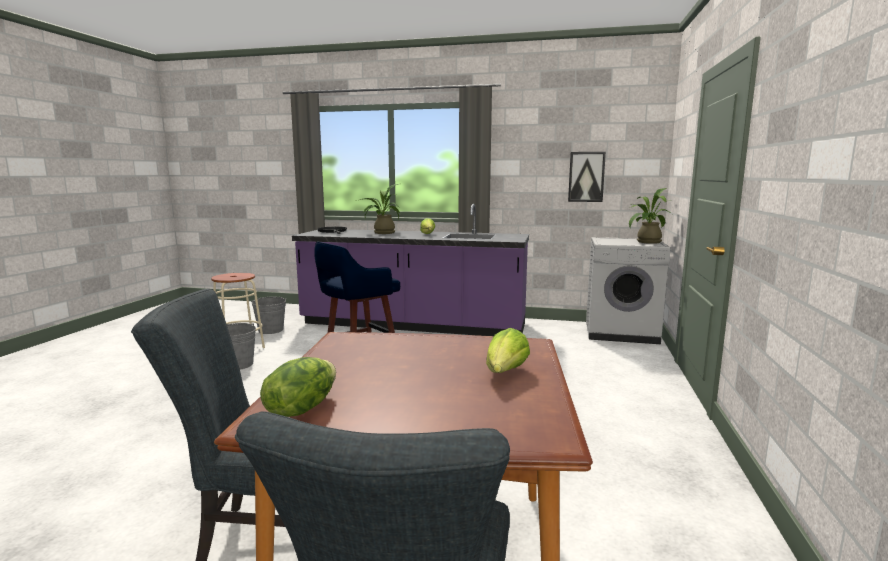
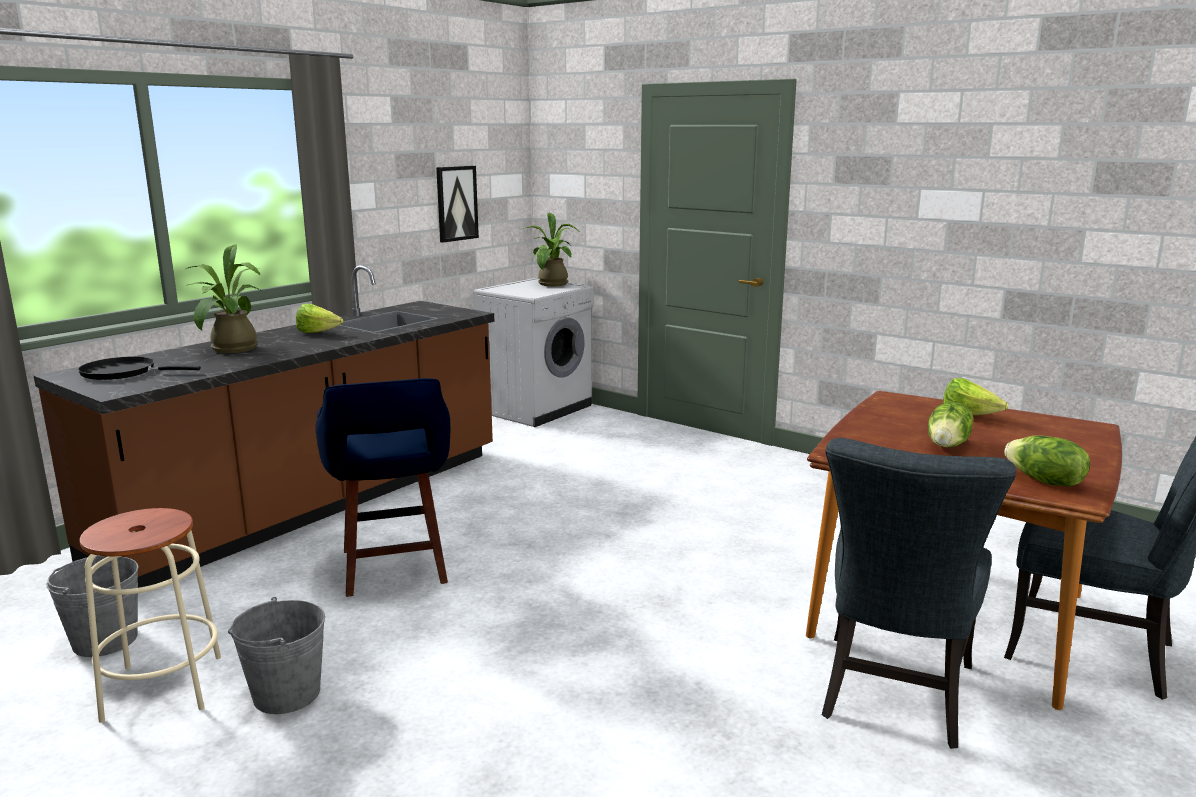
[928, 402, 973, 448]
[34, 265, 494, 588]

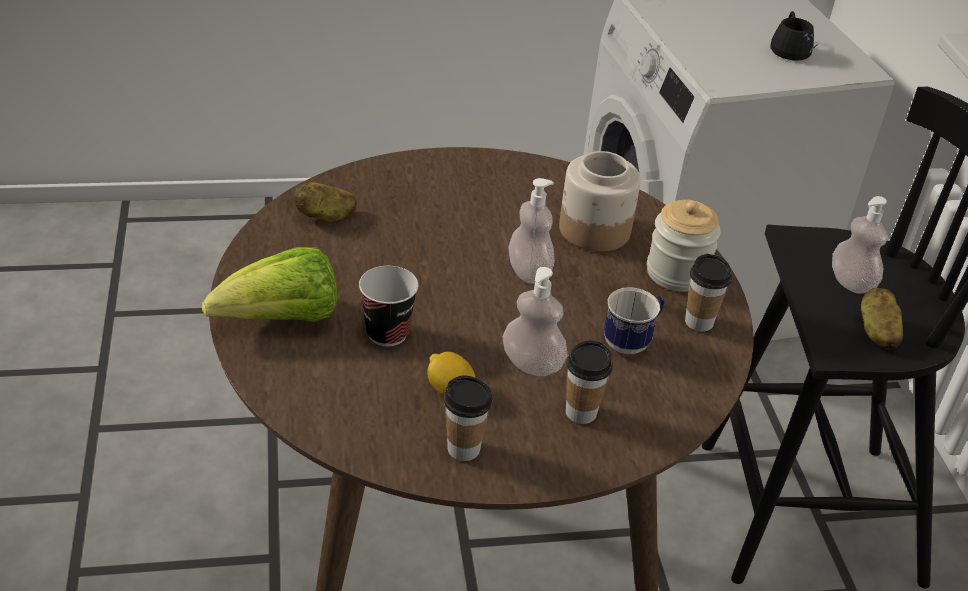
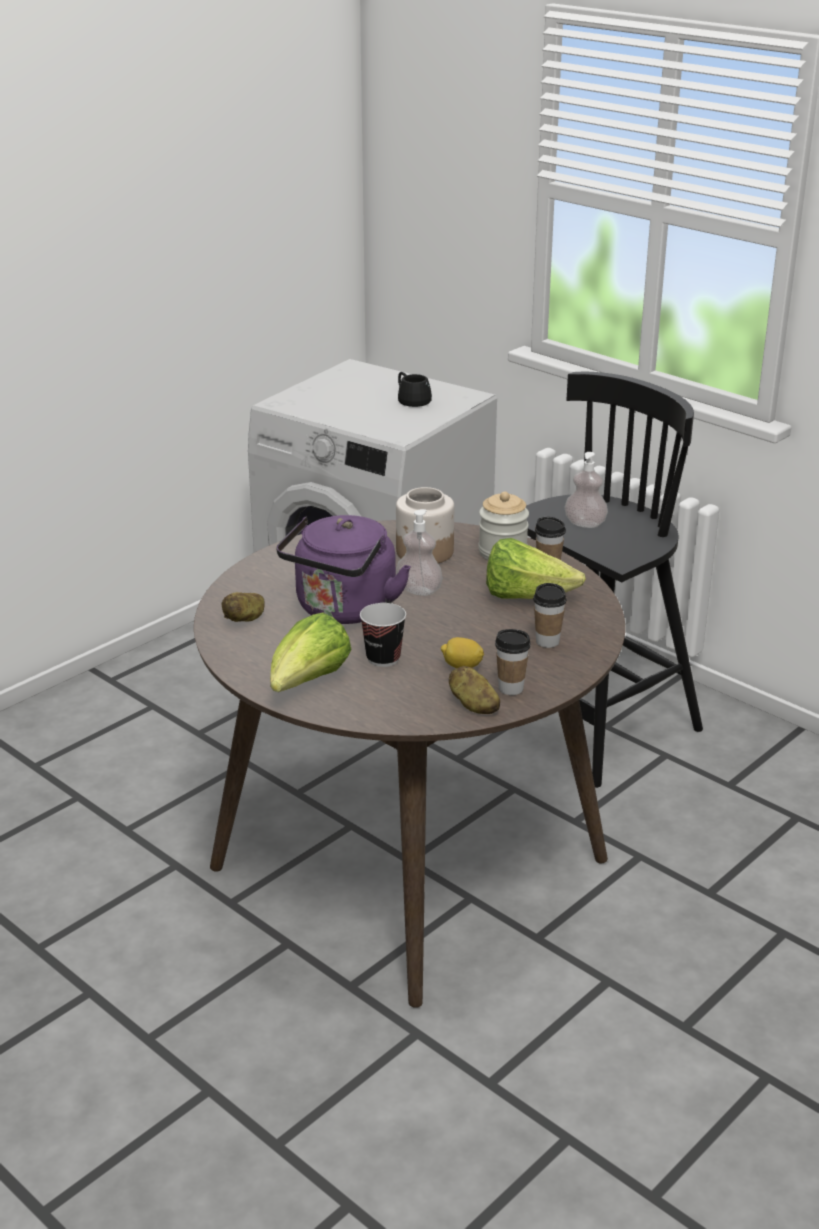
[503, 267, 568, 376] (first image)
[276, 515, 411, 624]
[449, 666, 500, 714]
[486, 538, 586, 599]

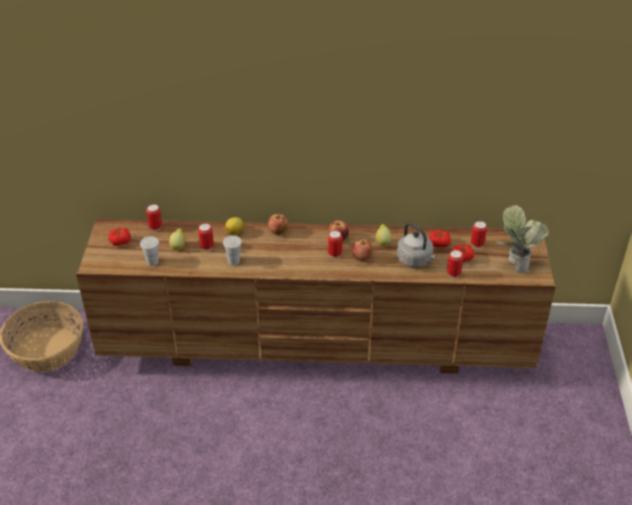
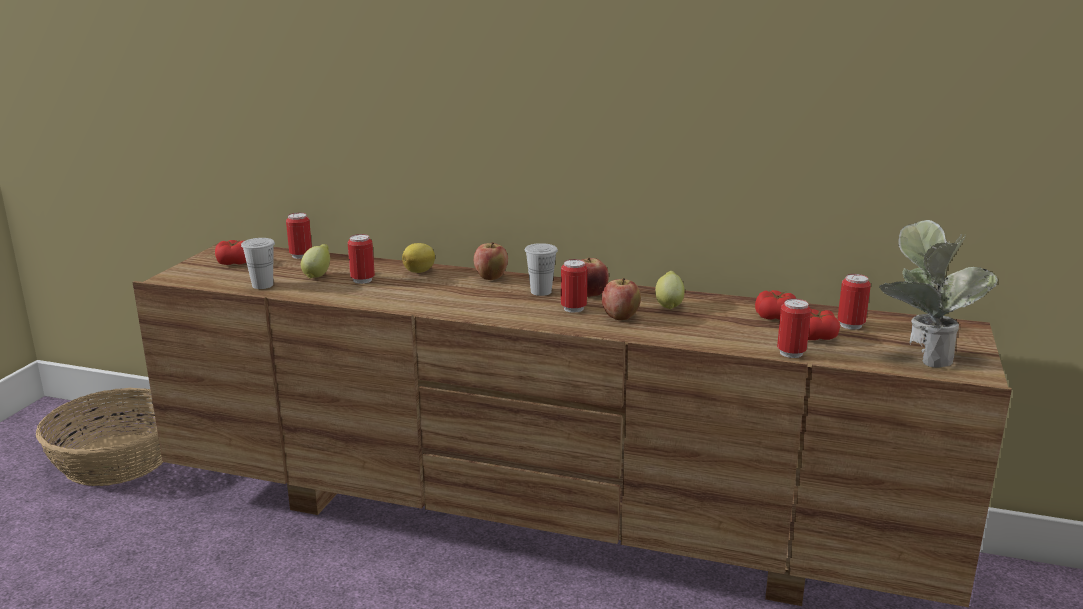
[397, 223, 436, 267] (first image)
[525, 243, 558, 296]

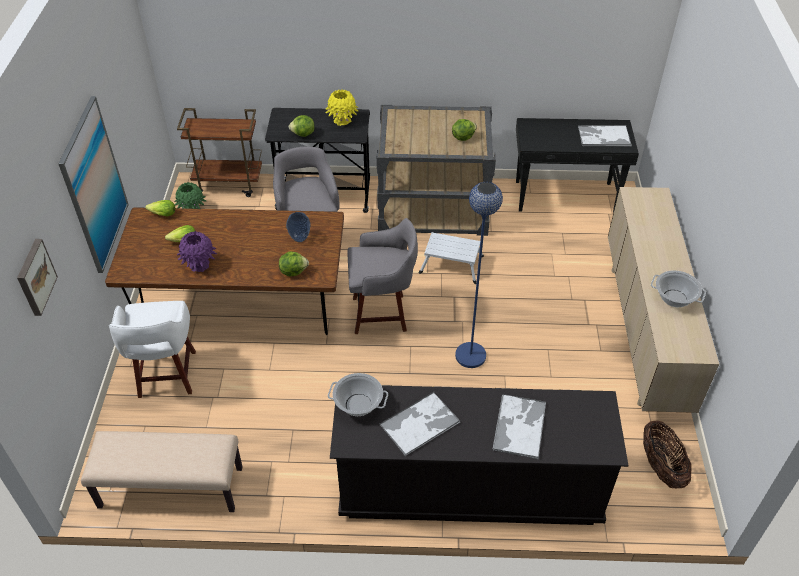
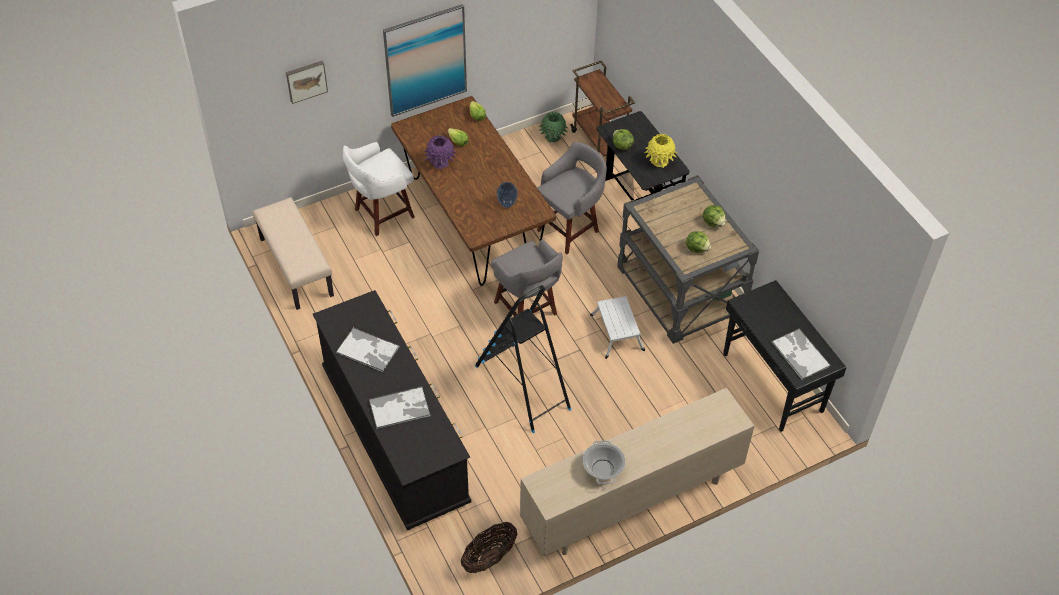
[328, 373, 388, 416] (first image)
[703, 205, 726, 227]
[475, 285, 571, 433]

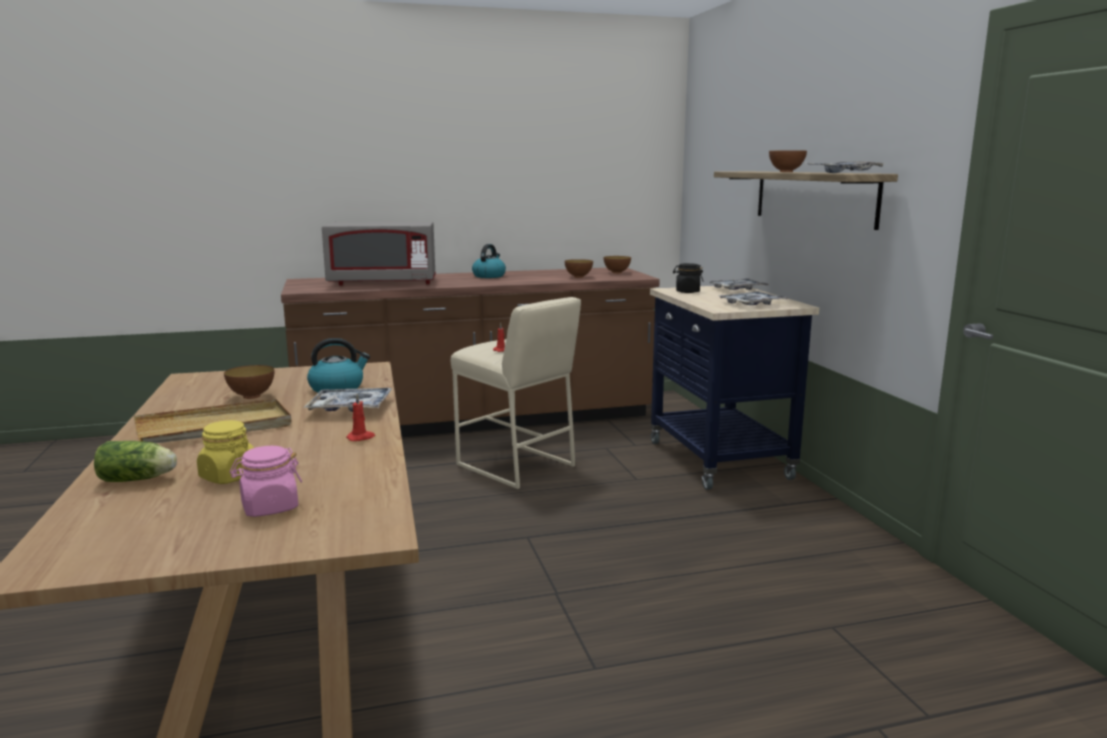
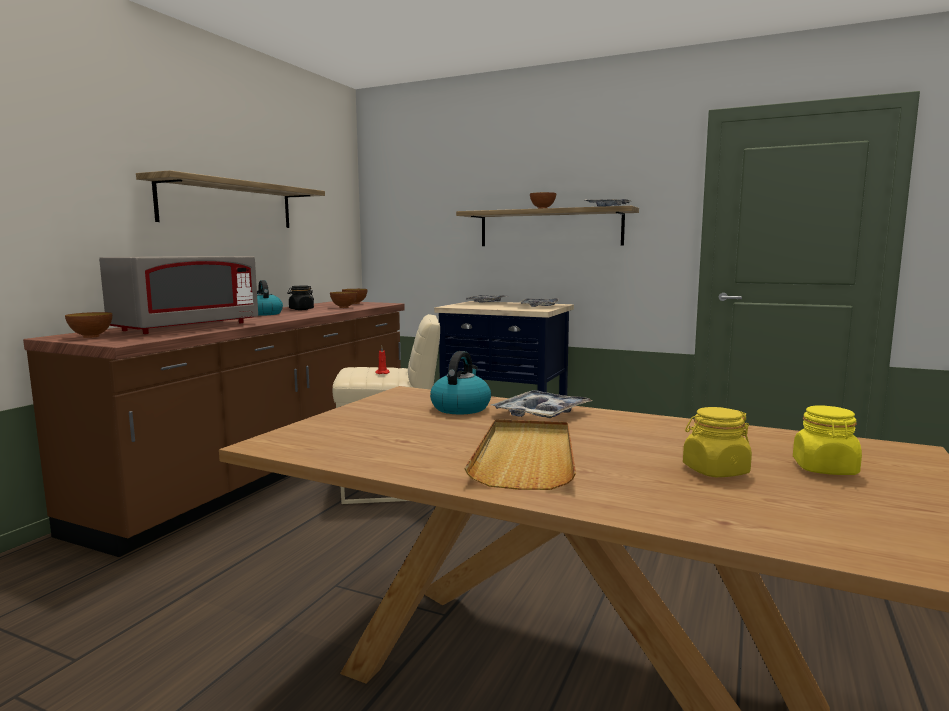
[94, 441, 177, 482] (first image)
[346, 394, 375, 441] (first image)
[136, 170, 325, 228]
[65, 312, 112, 338]
[287, 286, 314, 310]
[793, 405, 862, 475]

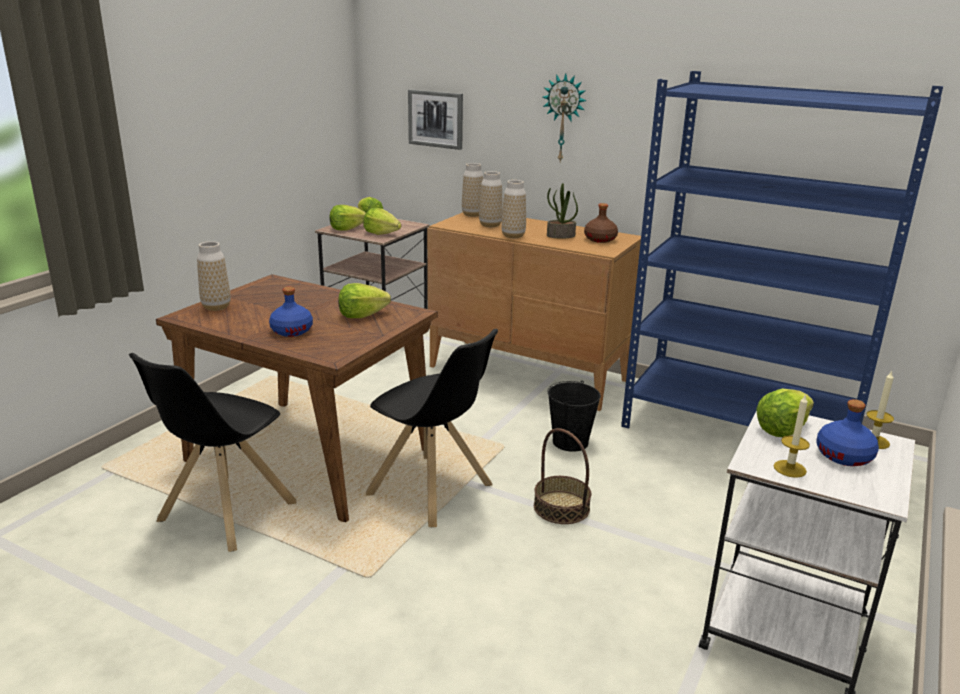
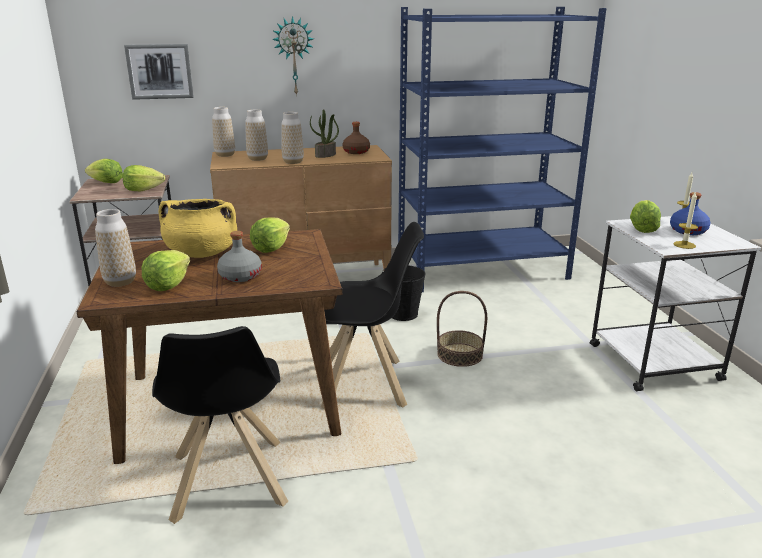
[159, 199, 237, 258]
[142, 250, 190, 291]
[217, 231, 262, 282]

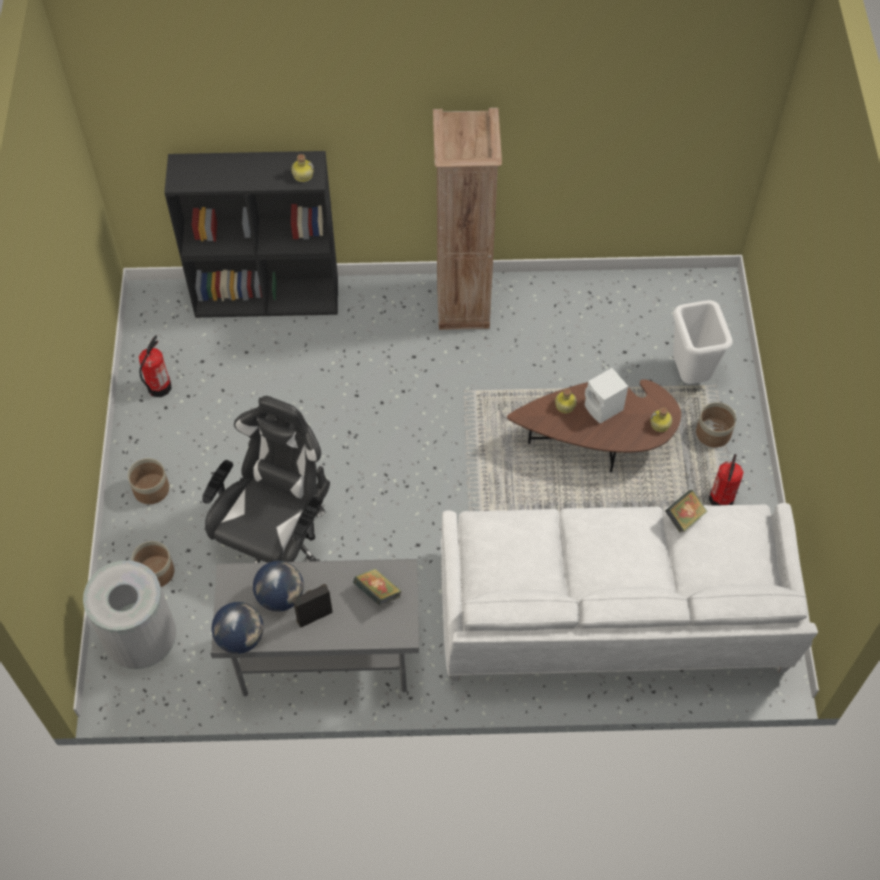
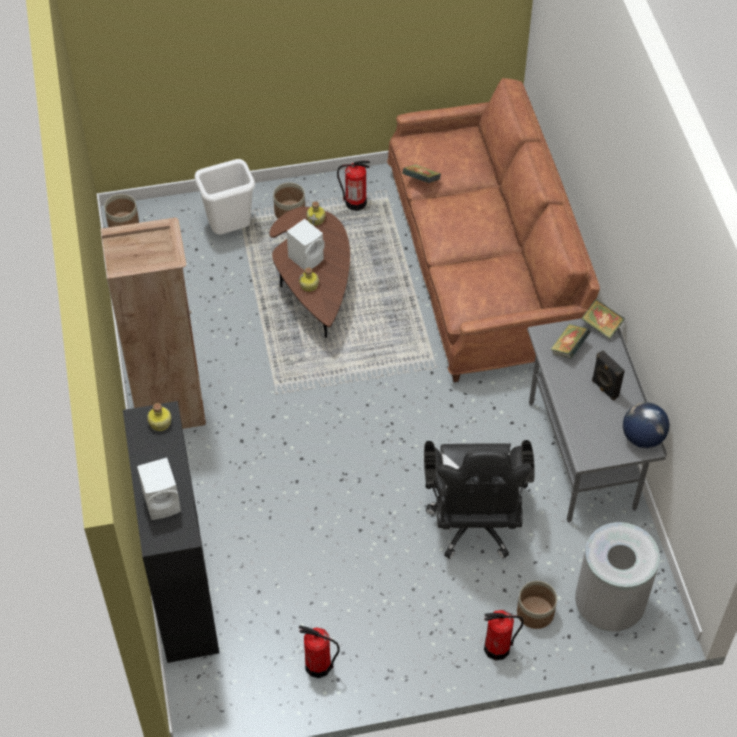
[253, 561, 304, 612] (first image)
[137, 458, 181, 520]
[484, 610, 524, 660]
[581, 299, 625, 339]
[104, 194, 139, 227]
[387, 78, 600, 382]
[424, 440, 535, 559]

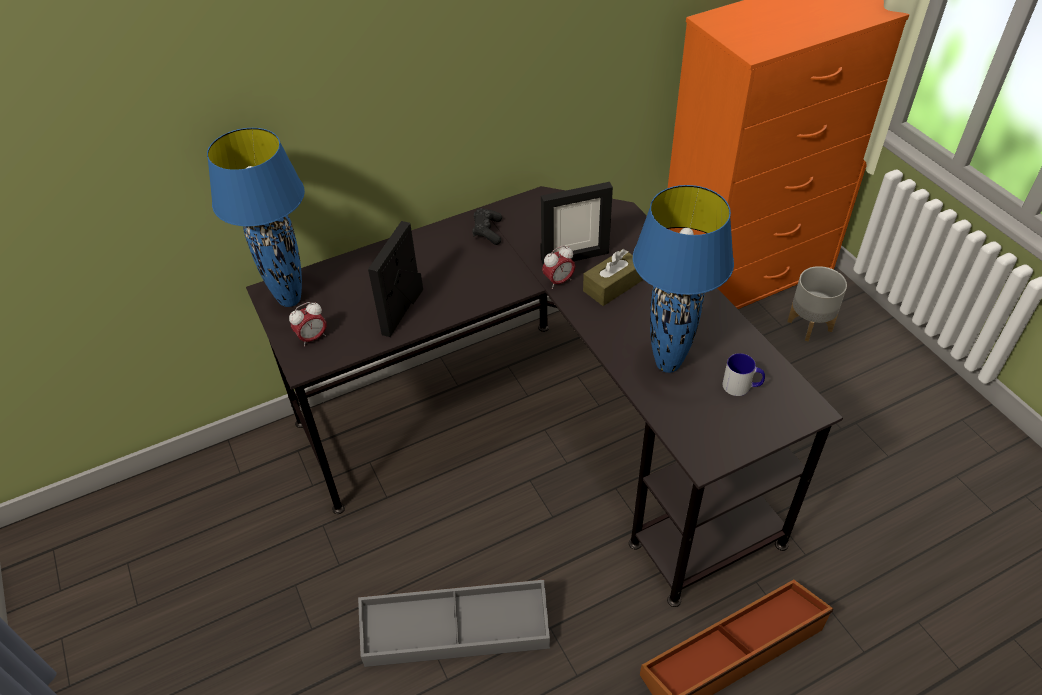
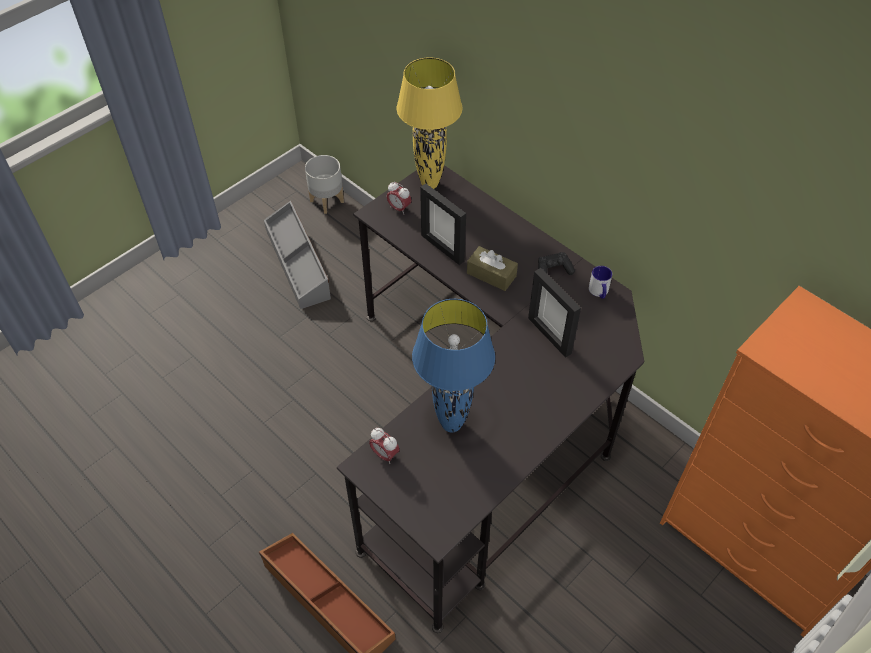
[264, 201, 331, 309]
[369, 428, 400, 464]
[467, 246, 518, 291]
[589, 266, 612, 299]
[305, 155, 344, 214]
[397, 58, 462, 189]
[420, 184, 466, 265]

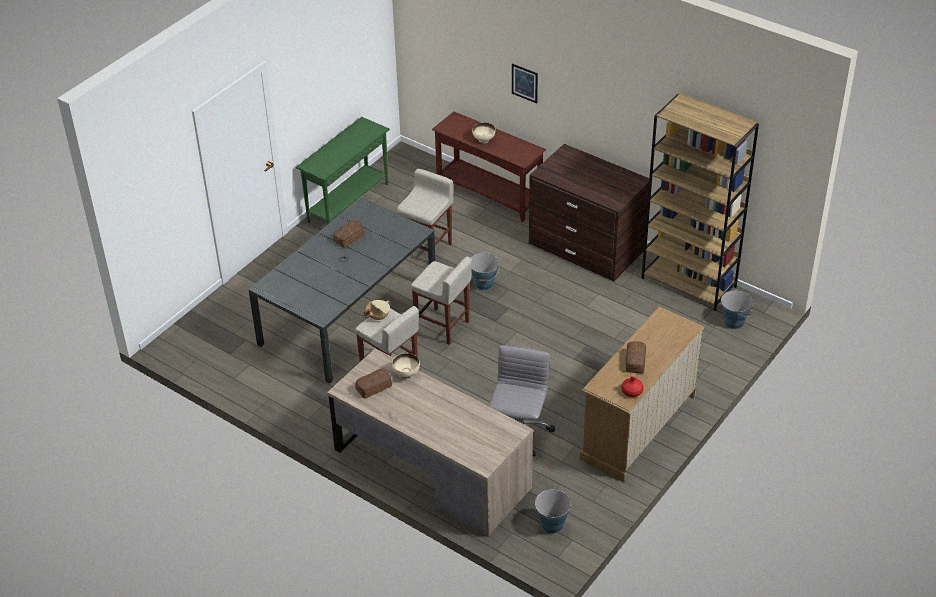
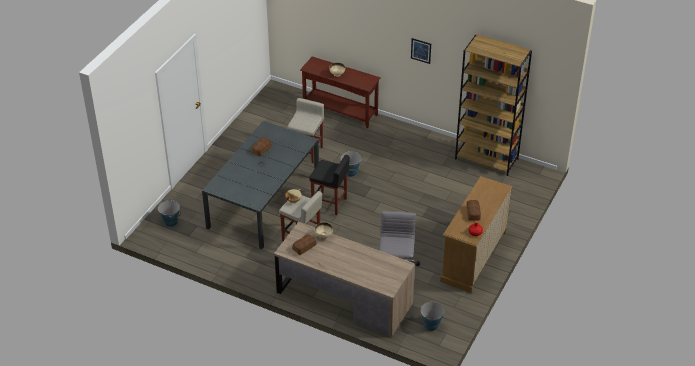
[296, 117, 390, 225] (first image)
[529, 144, 649, 281] (first image)
[411, 38, 431, 64]
[158, 200, 181, 227]
[310, 155, 350, 215]

